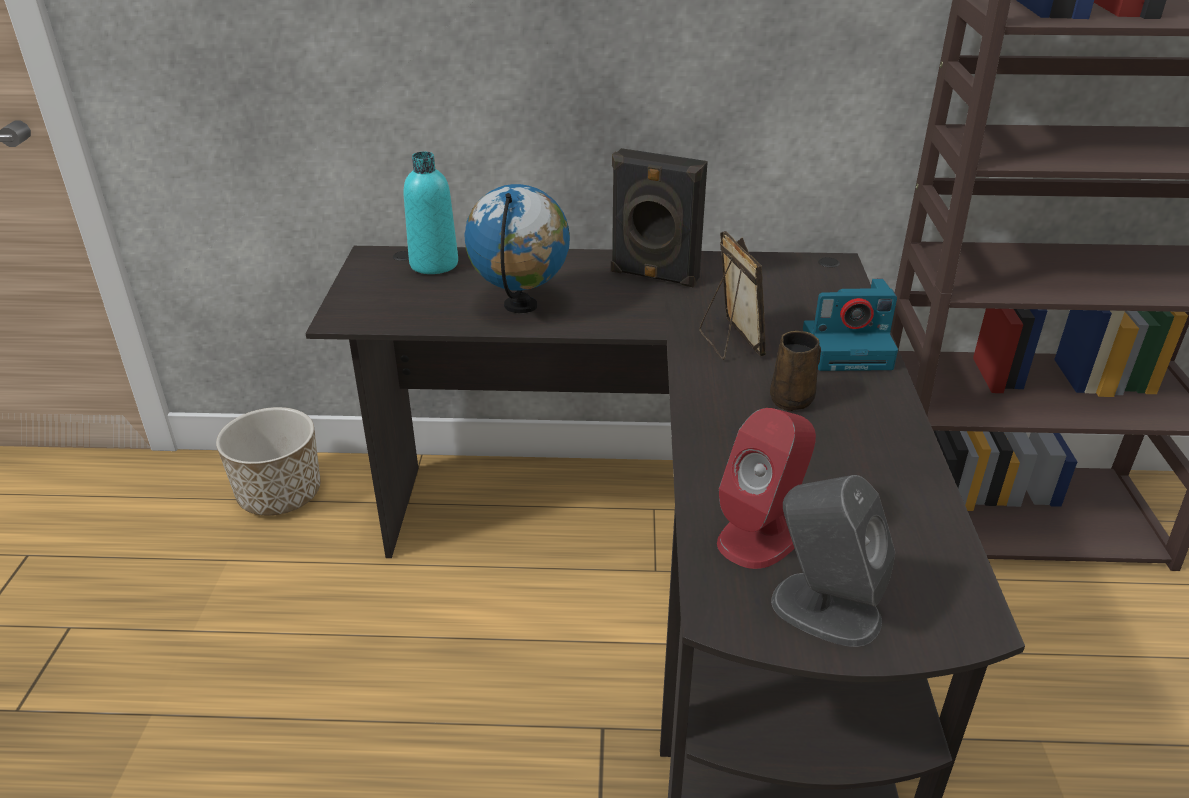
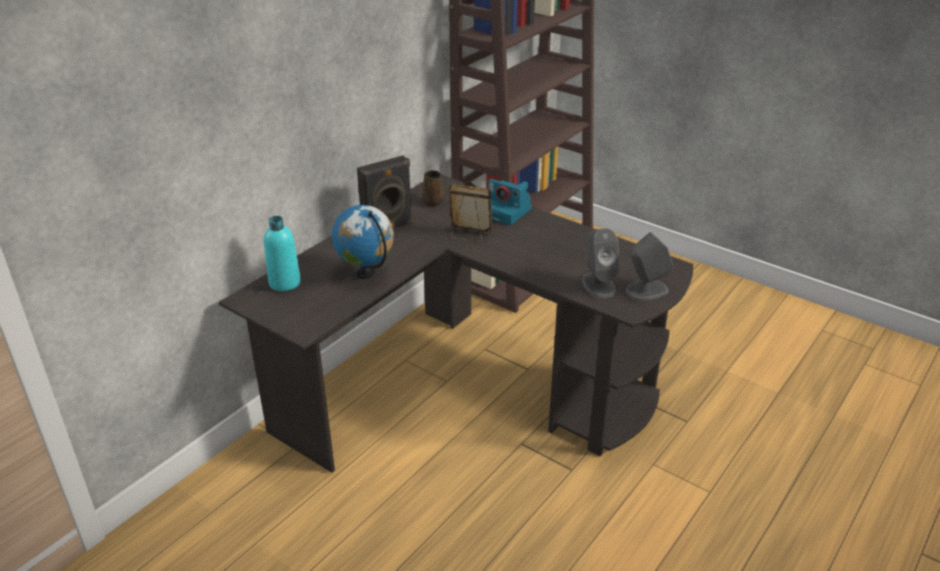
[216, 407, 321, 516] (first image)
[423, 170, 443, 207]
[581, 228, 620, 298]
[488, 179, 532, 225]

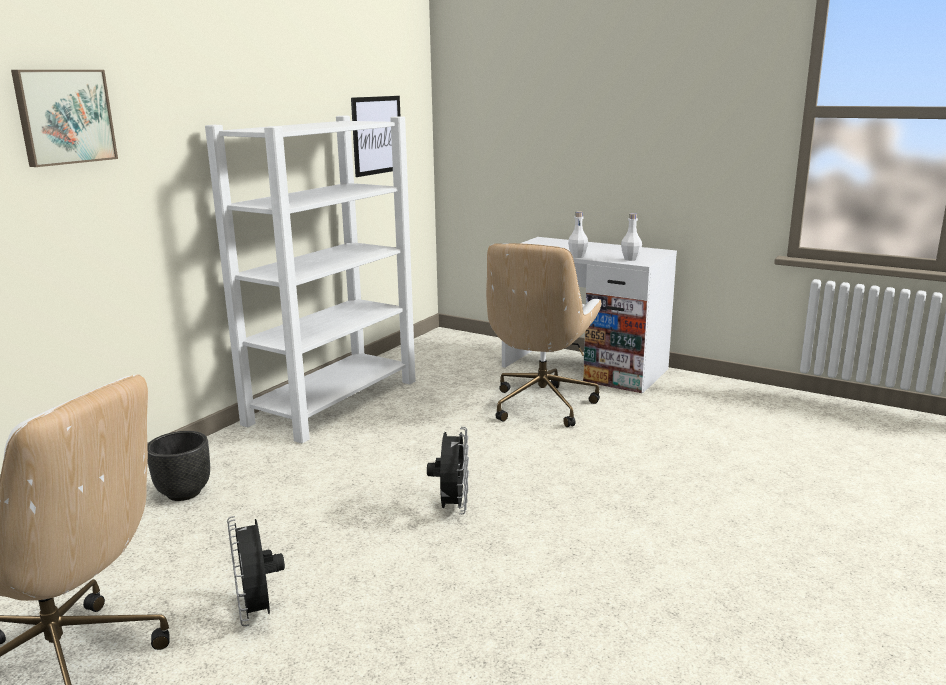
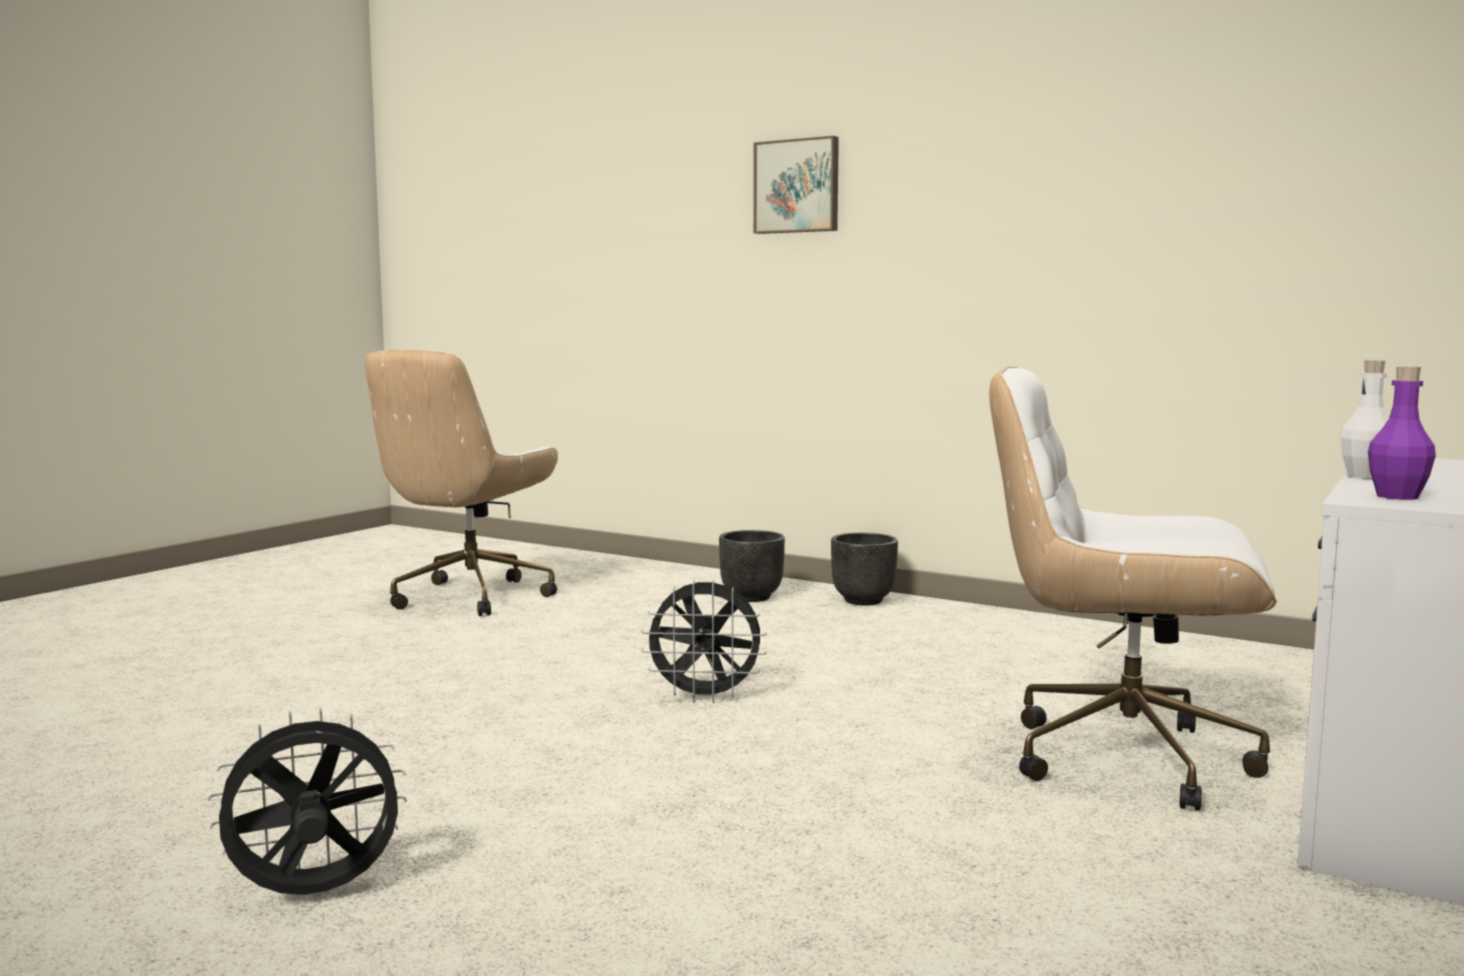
[205, 116, 416, 443] (first image)
[351, 96, 400, 177] (first image)
[831, 533, 898, 605]
[208, 708, 407, 895]
[1368, 367, 1436, 500]

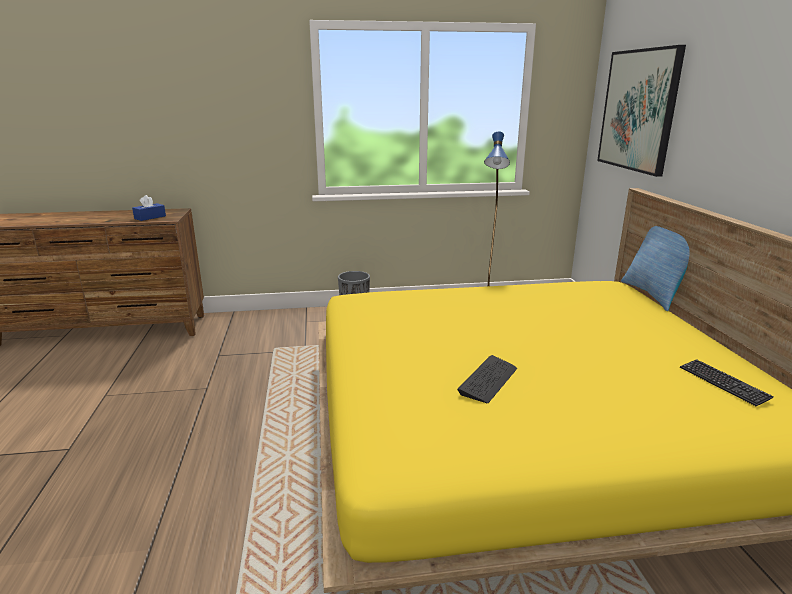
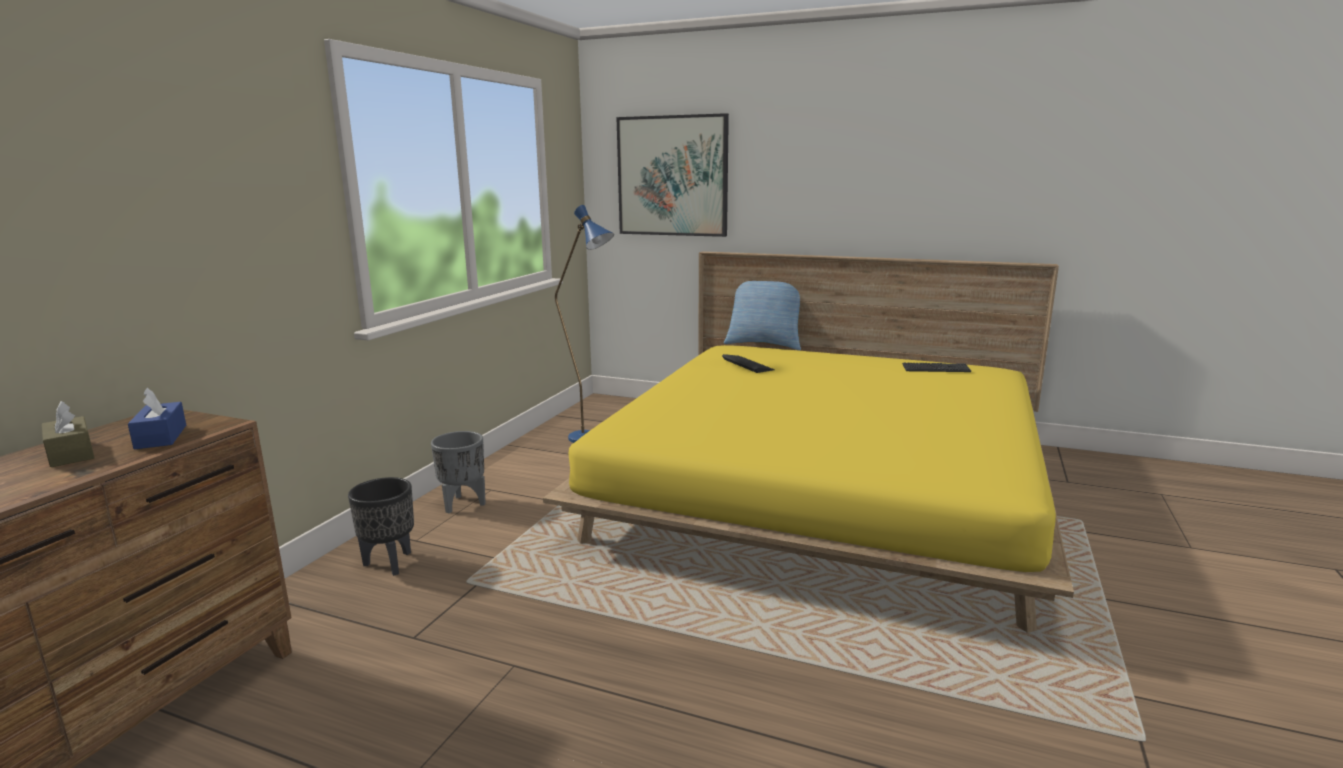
[42, 401, 95, 467]
[348, 477, 414, 576]
[722, 354, 775, 373]

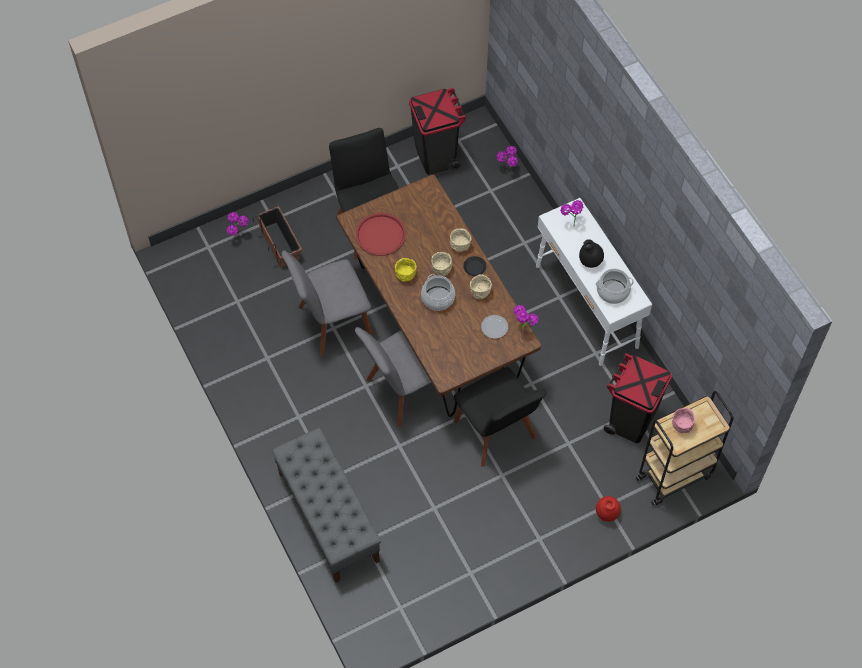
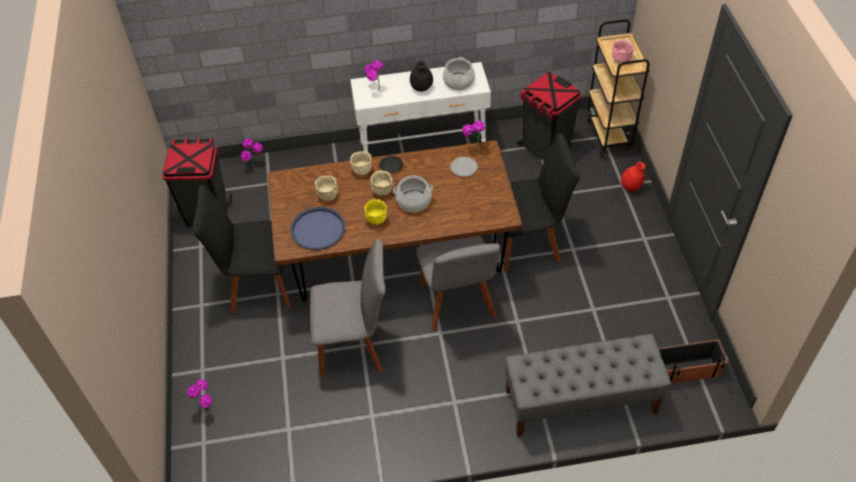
[659, 339, 728, 384]
[315, 176, 338, 201]
[290, 207, 345, 250]
[310, 239, 385, 377]

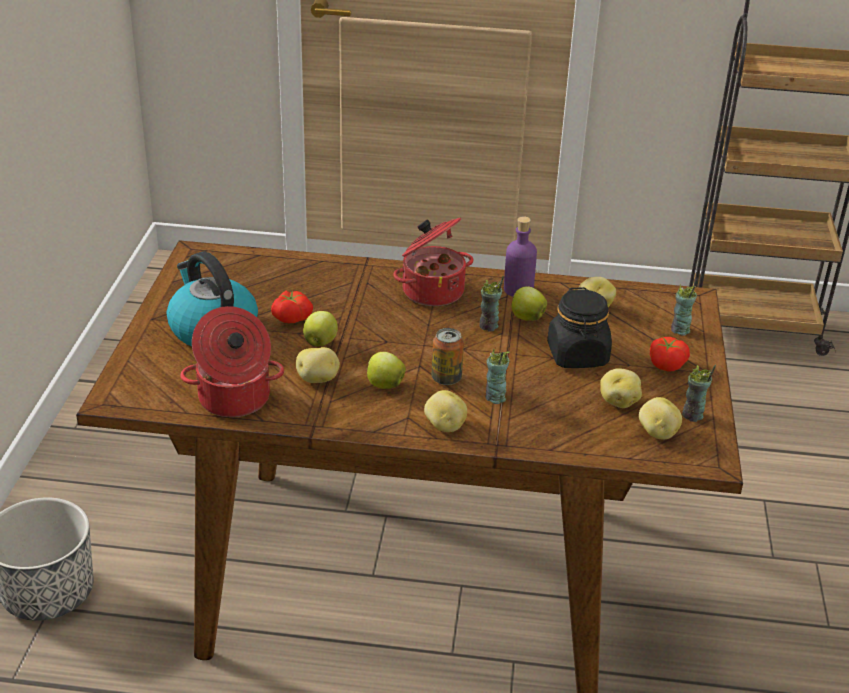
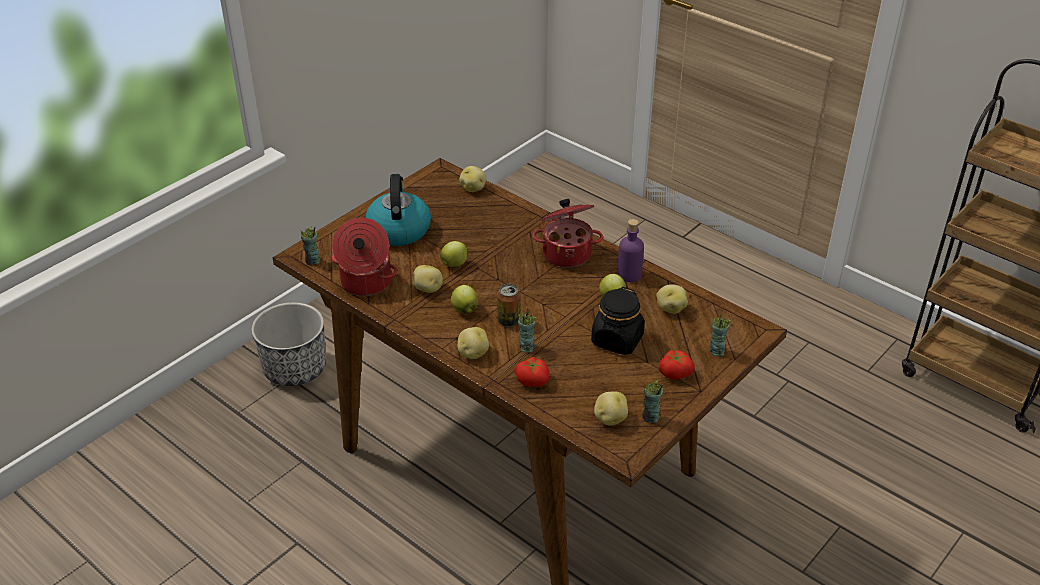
[514, 357, 549, 387]
[301, 226, 320, 265]
[459, 166, 486, 192]

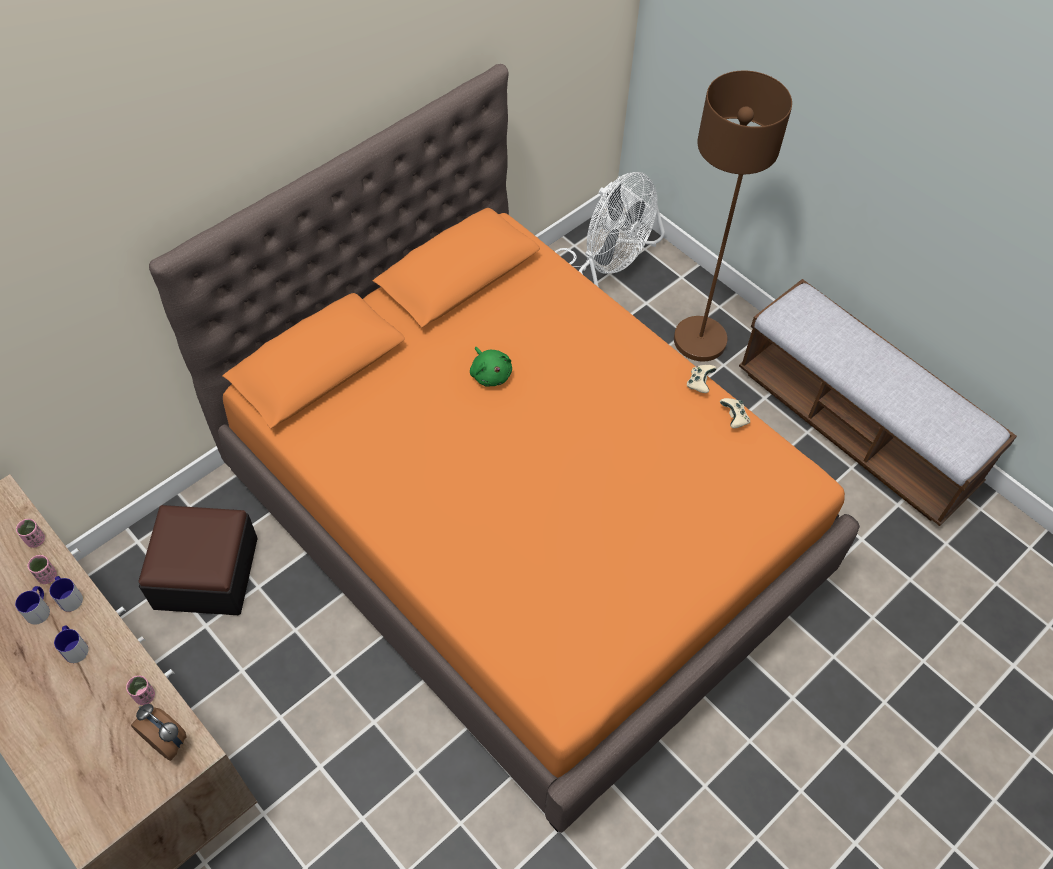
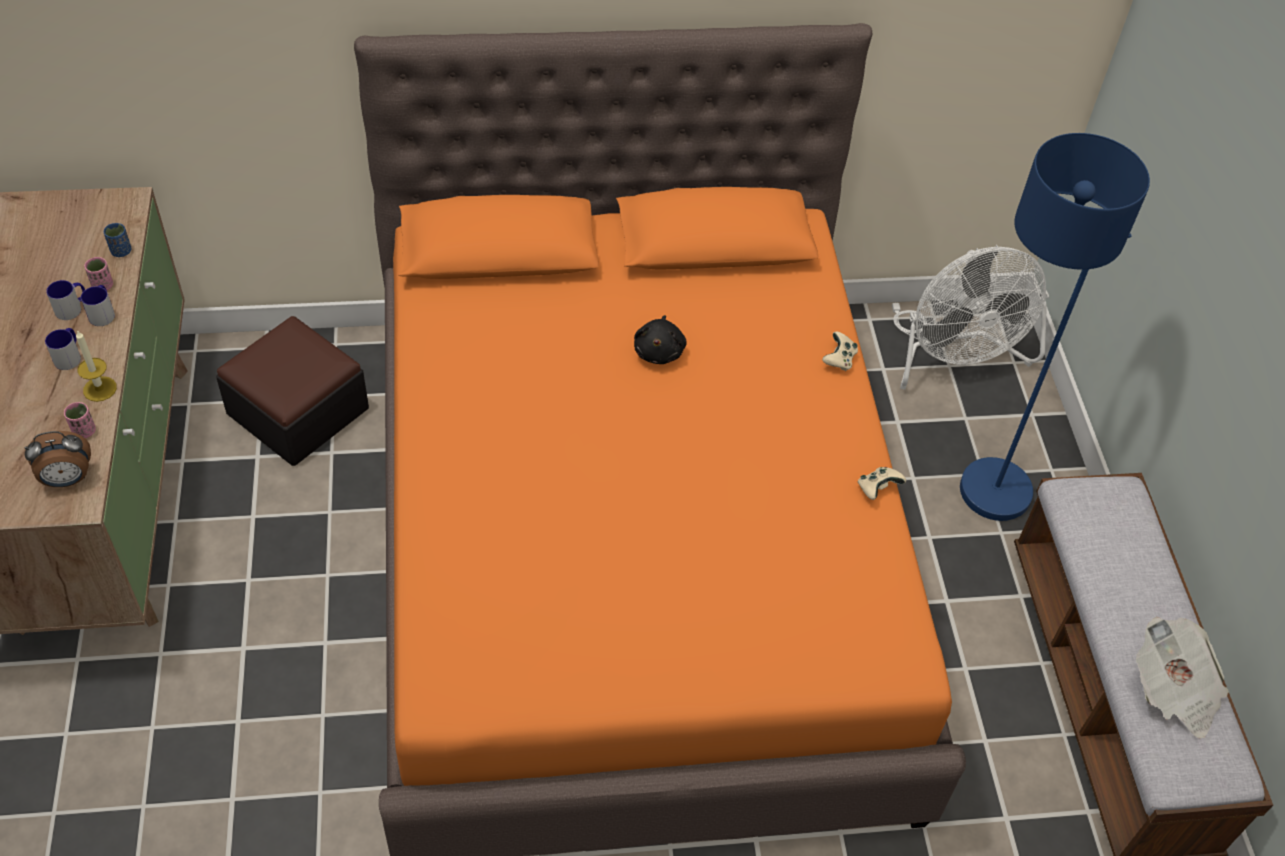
[76, 330, 117, 402]
[1136, 617, 1229, 738]
[822, 332, 858, 371]
[104, 223, 131, 257]
[634, 315, 687, 364]
[960, 133, 1150, 521]
[25, 431, 91, 487]

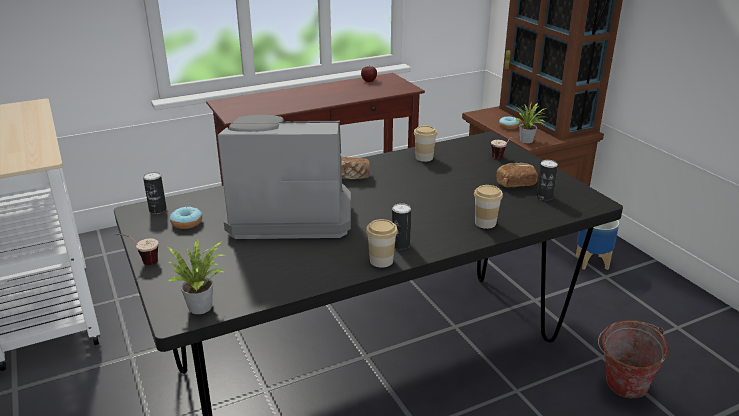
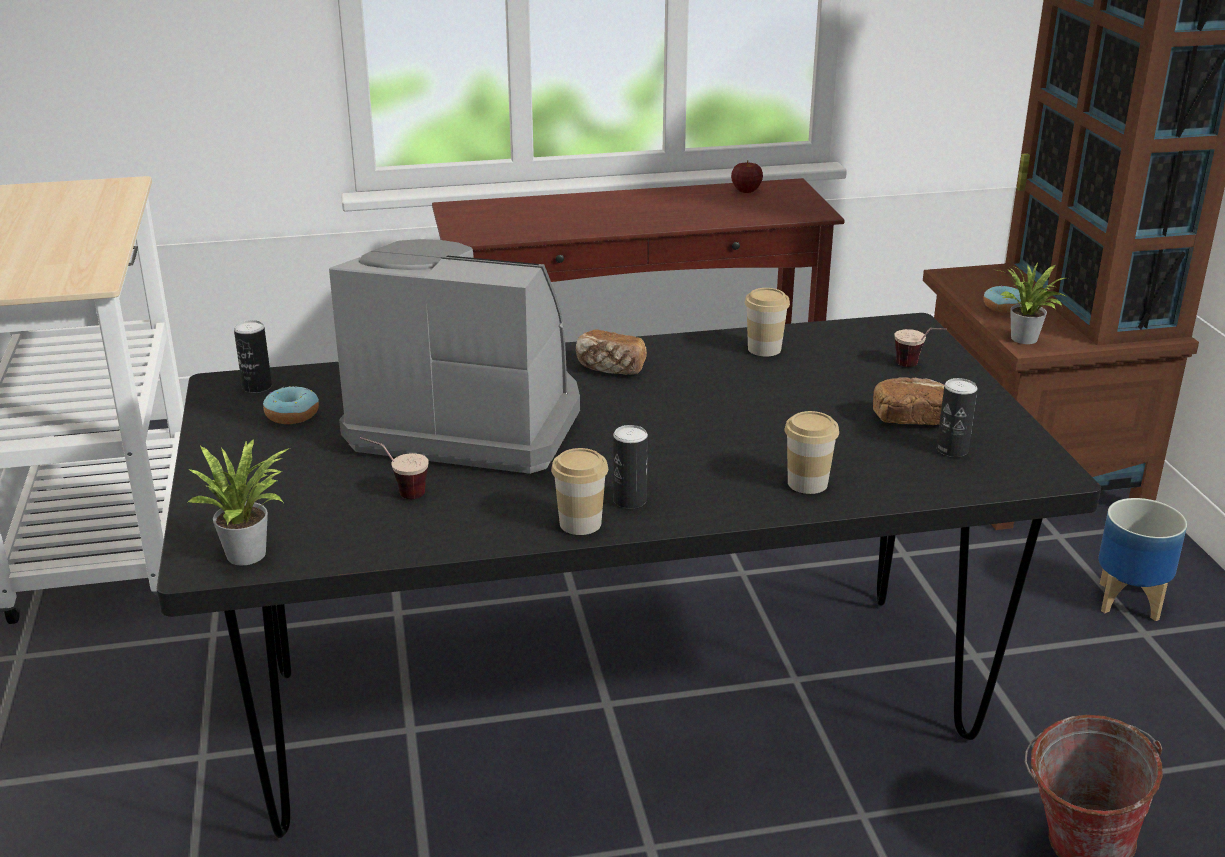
[360, 437, 429, 499]

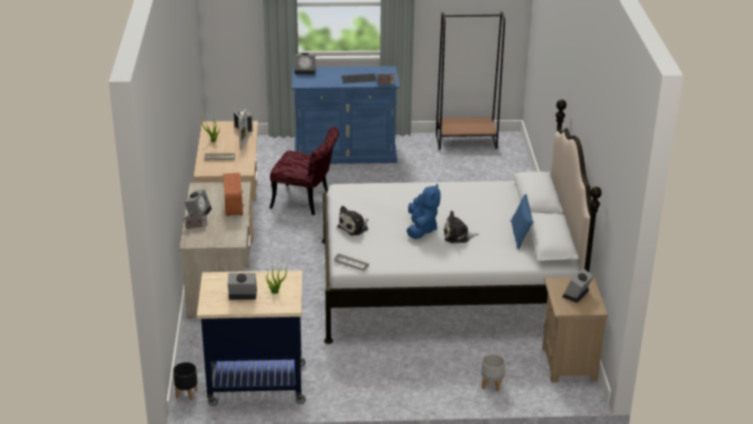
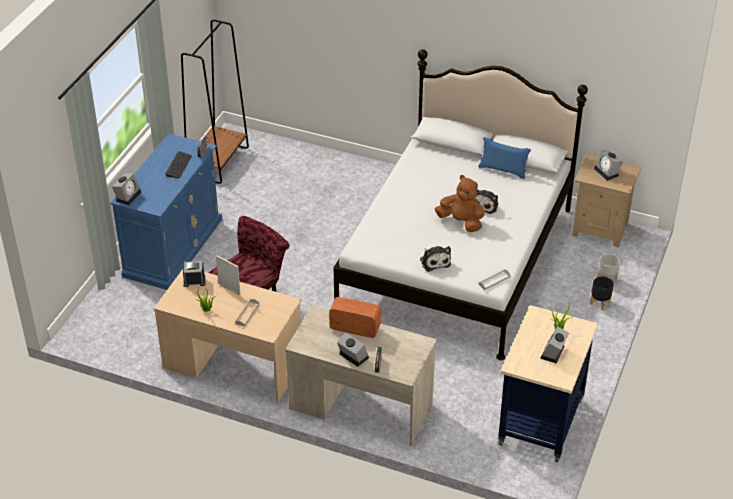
[590, 276, 613, 310]
[435, 175, 485, 232]

